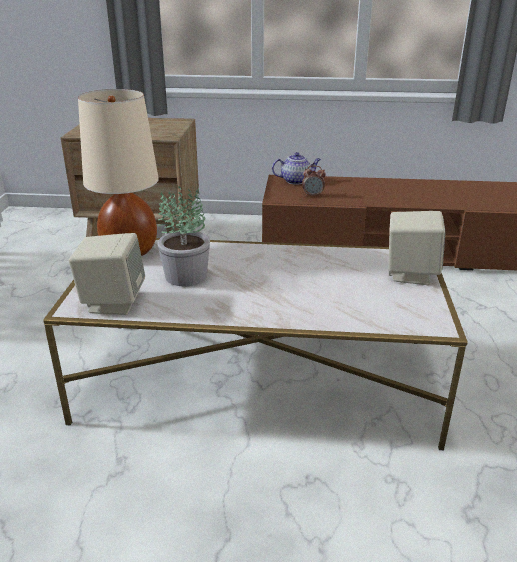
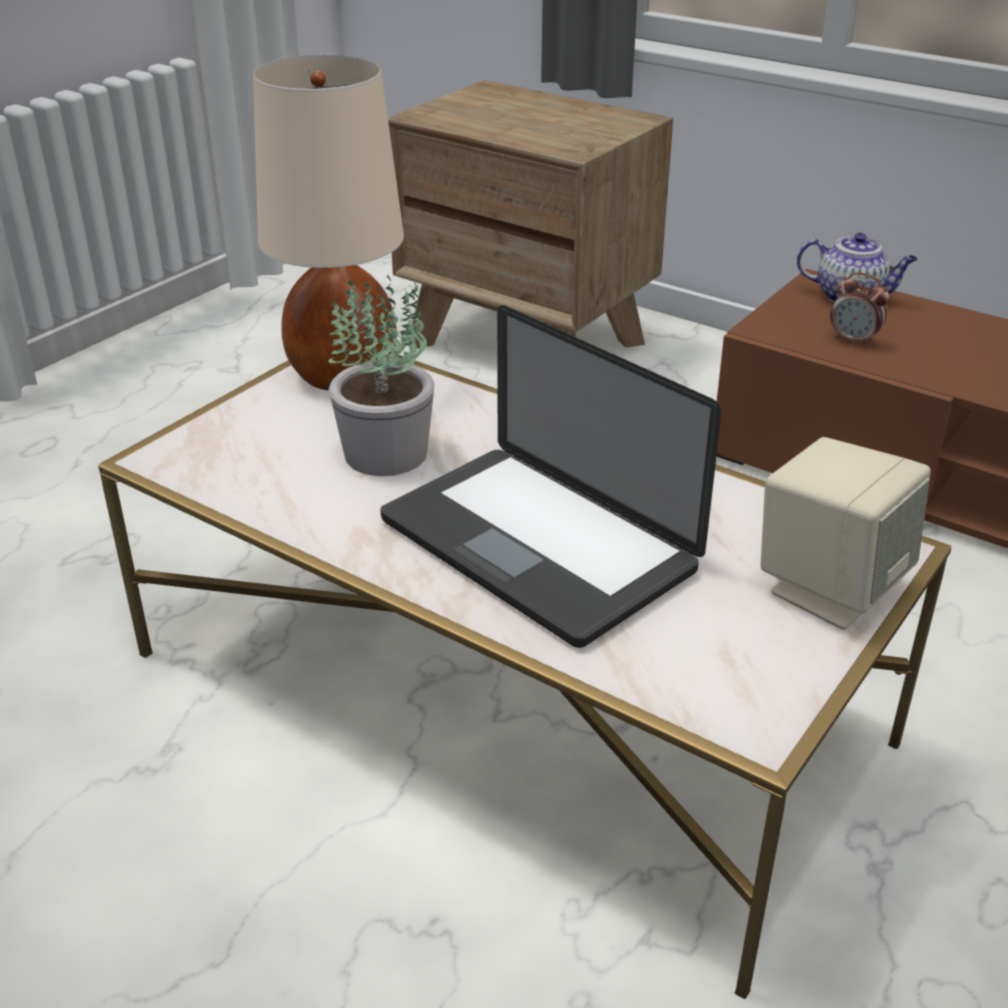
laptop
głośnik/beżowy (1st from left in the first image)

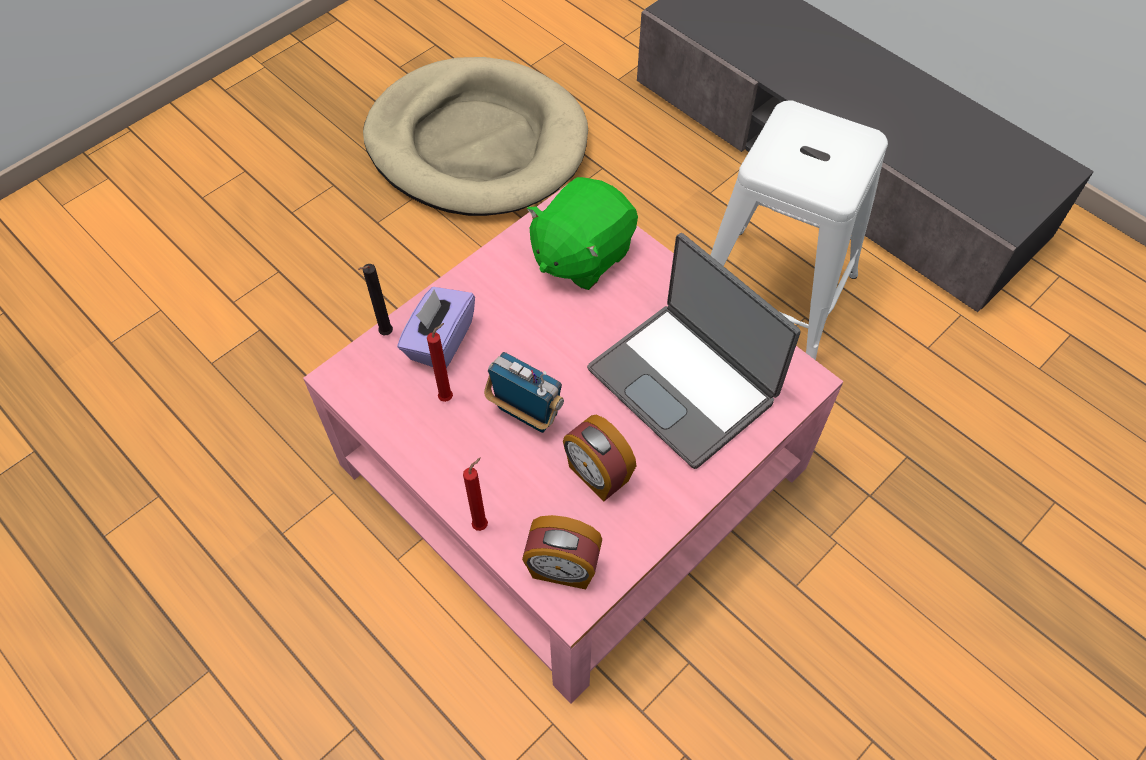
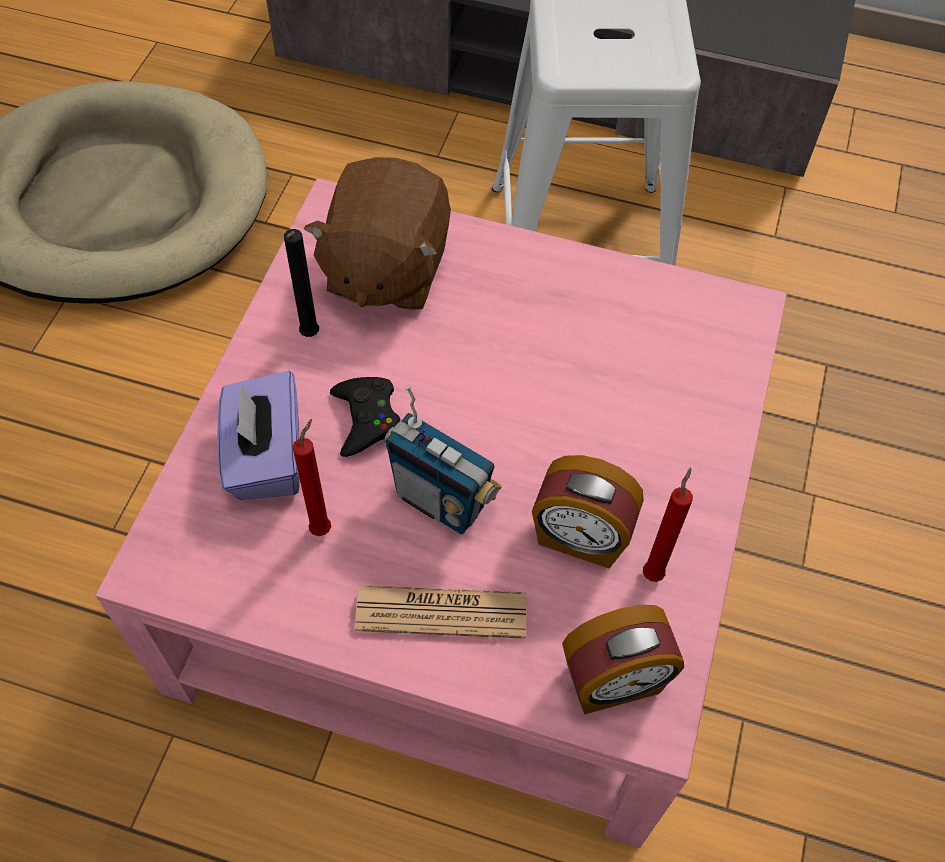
świeca/czarny
pluszak/brązowy
pad do gier/czarny
gazeta
radio
świeca/czerwony (2nd from left)
laptop

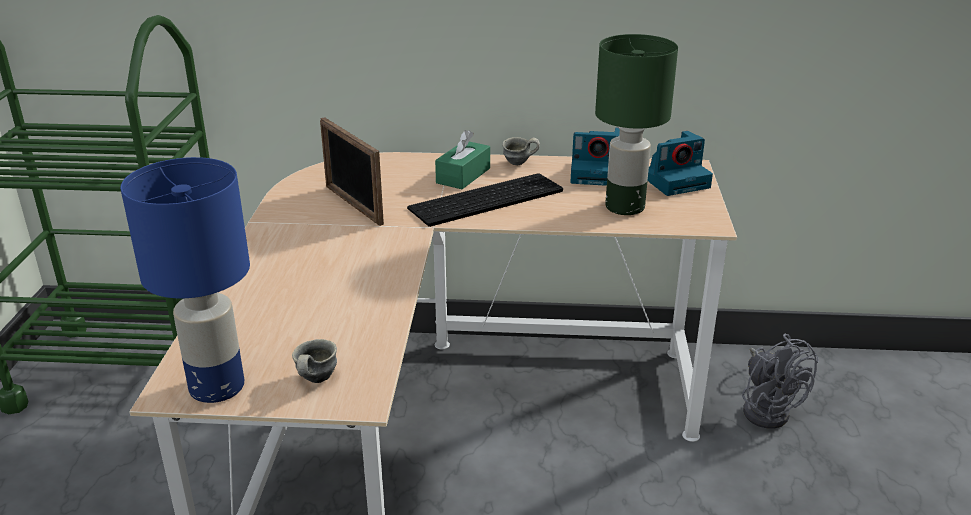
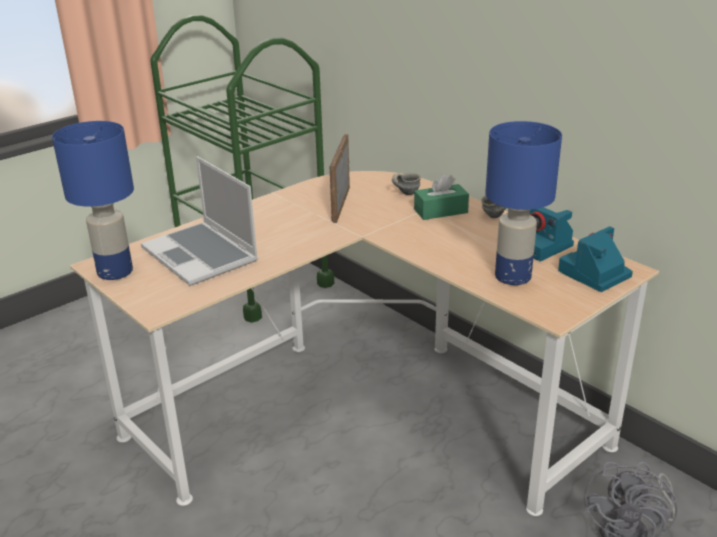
laptop
kubek/szary (1st from left)
lampa stołowa/niebieski (2nd from left)
aparat fotograficzny (2nd from left)
klawiatura

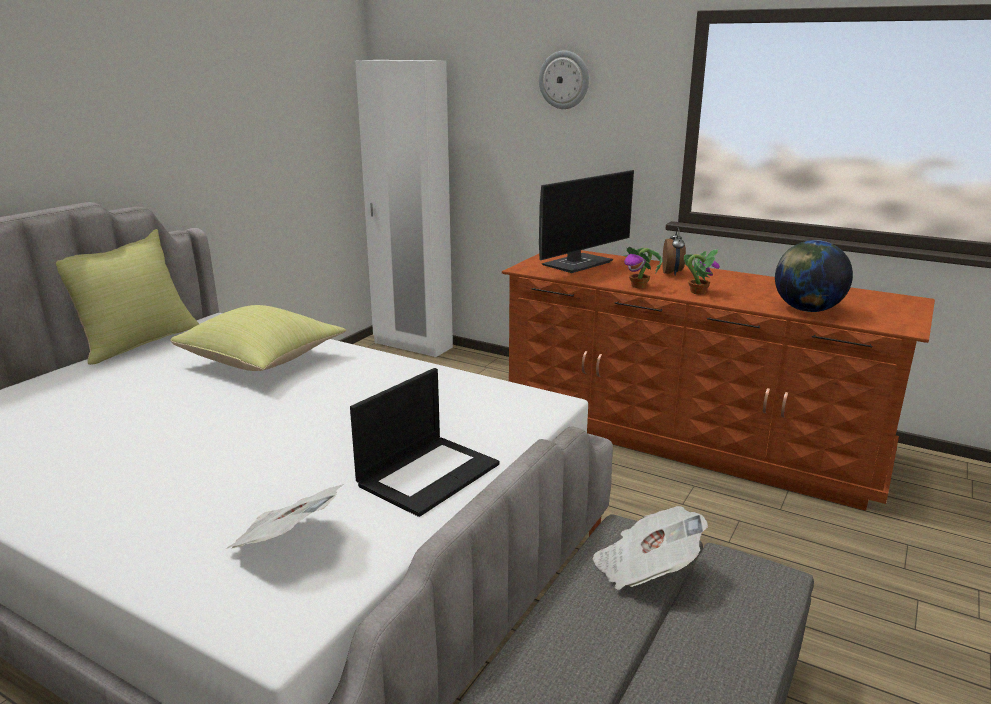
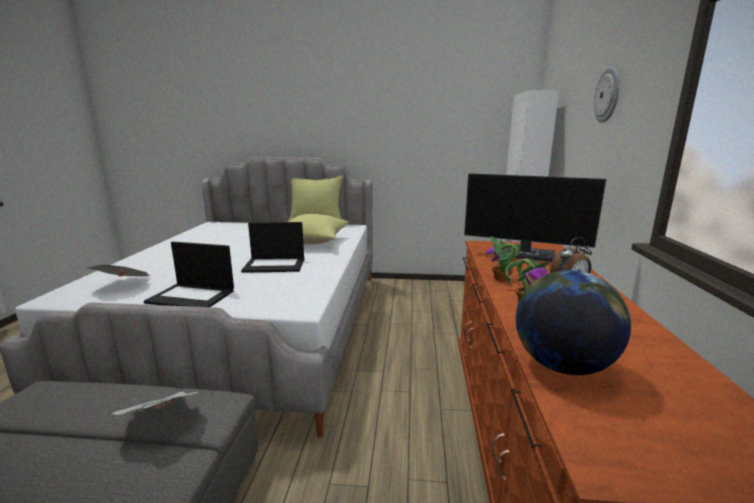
laptop (2nd from left)

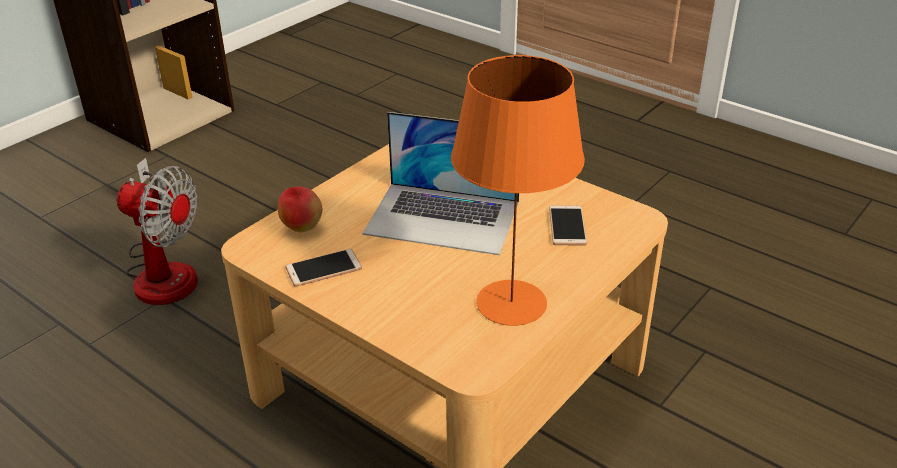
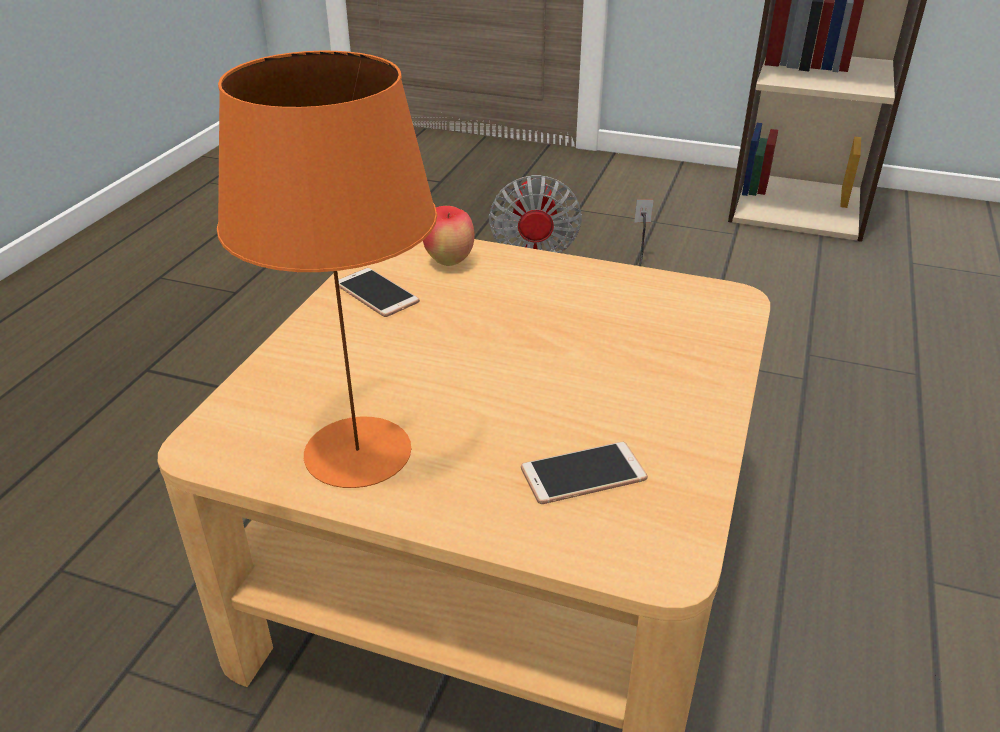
laptop

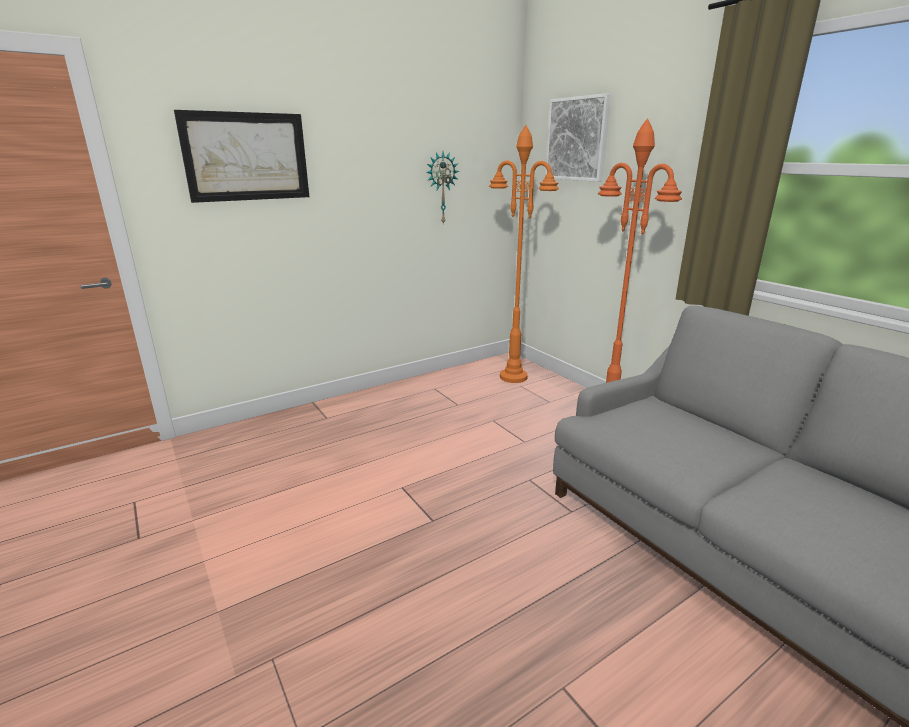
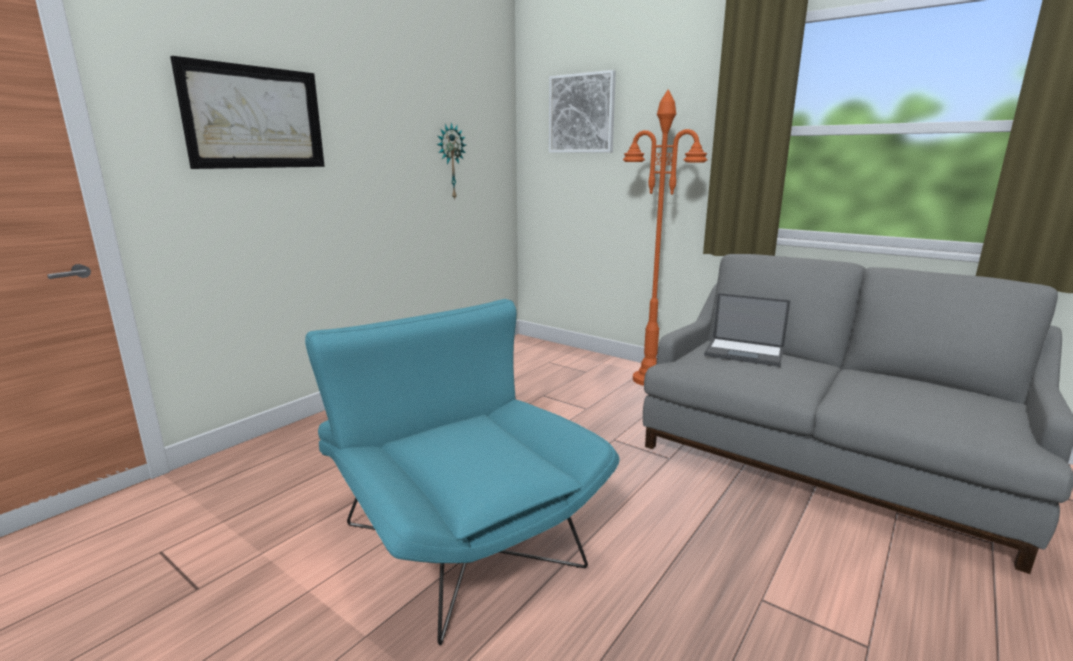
fotel/turkusowy
laptop
lampa stojąca/pomarańczowy (1st from left in the first image)

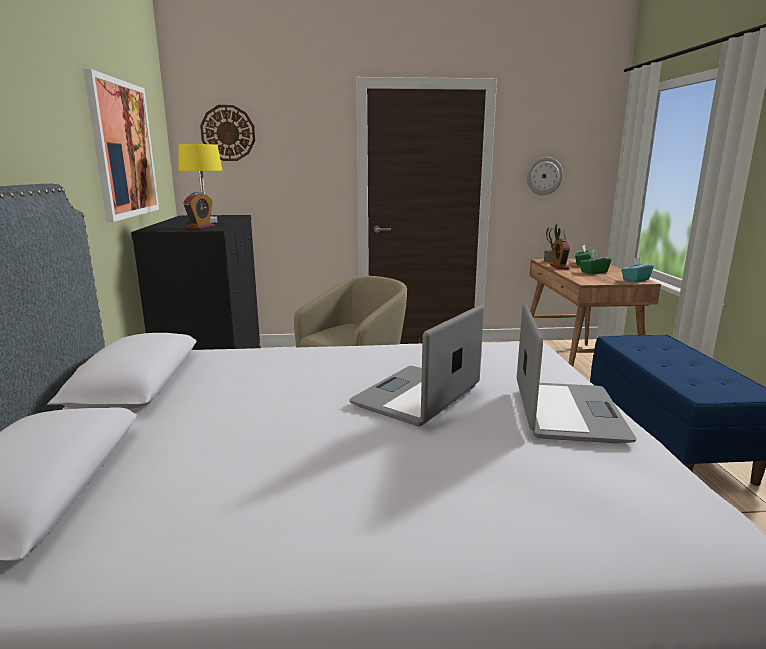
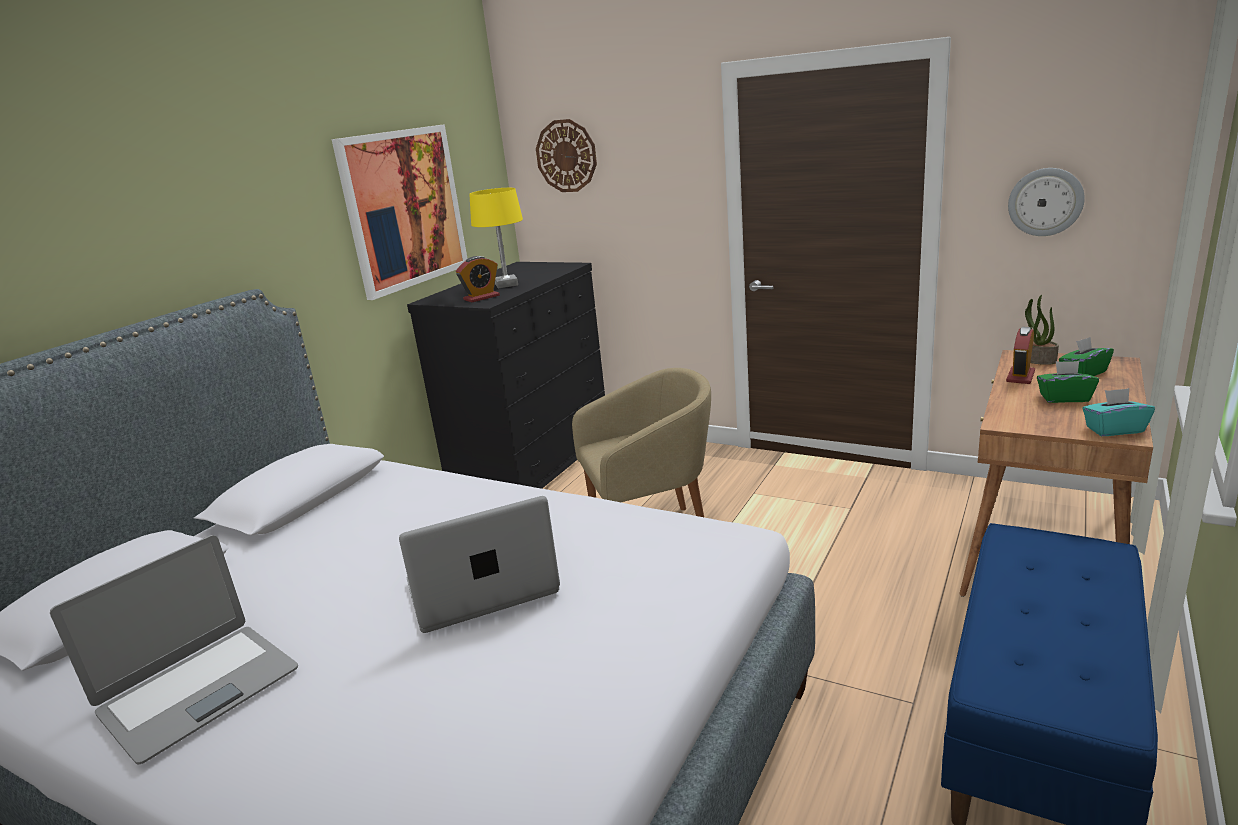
laptop (1st from left)

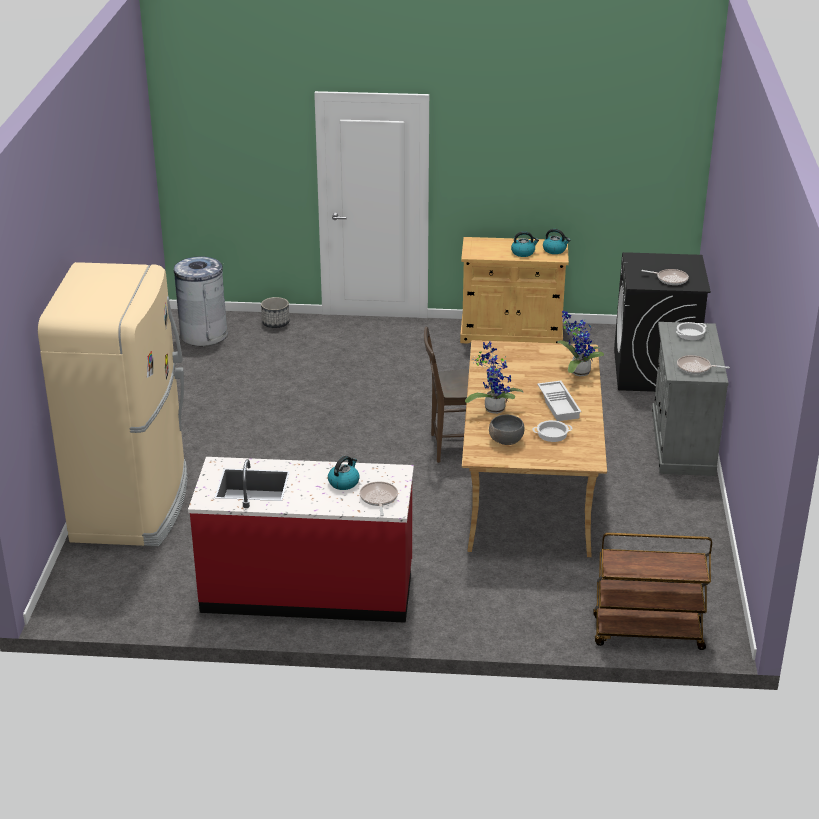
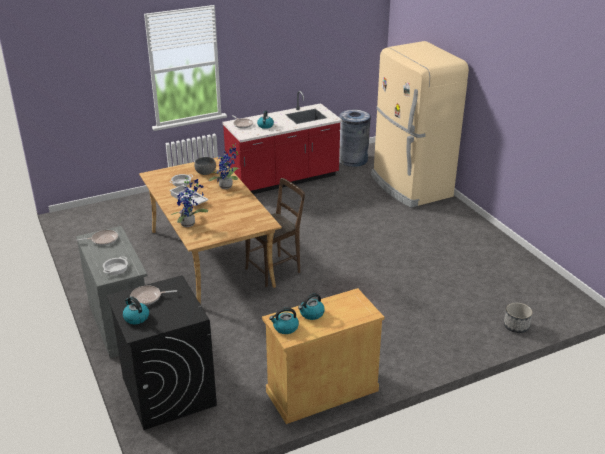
czajnik (1st from left)
kosz na śmieci/szary
wózek/brązowy

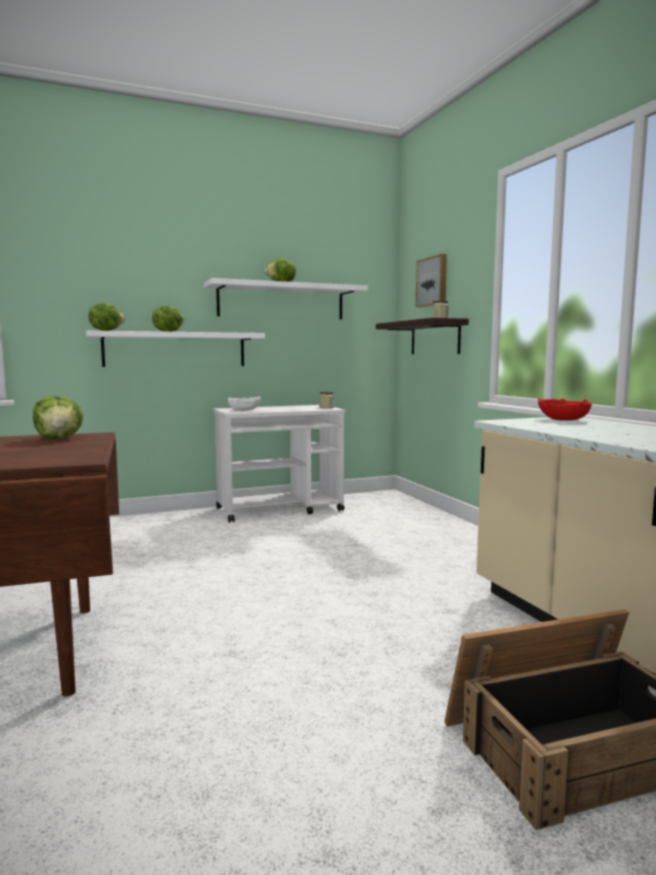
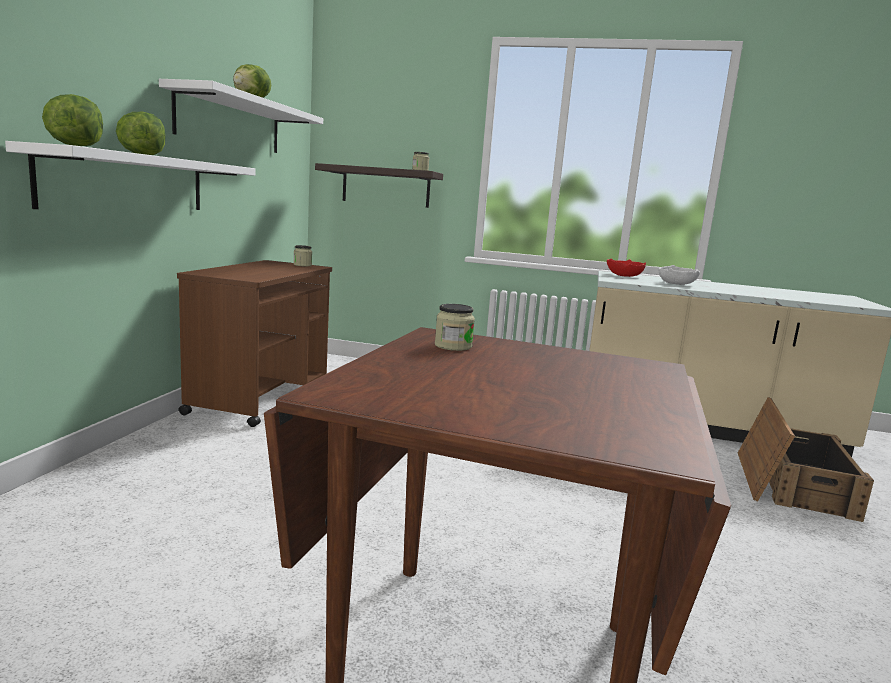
wózek/brązowy
słoik (3rd from left)
miska/biały
obraz

